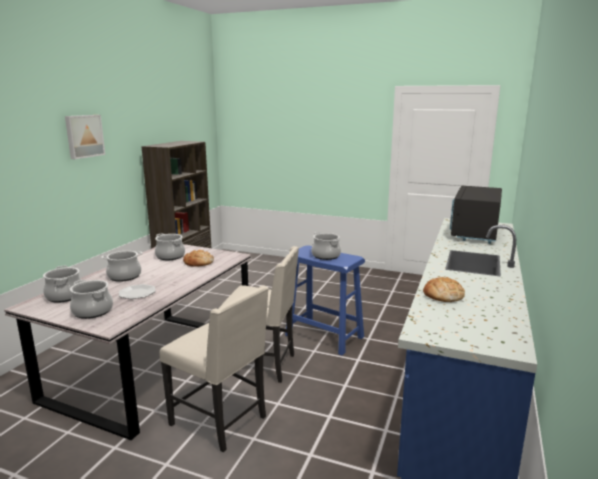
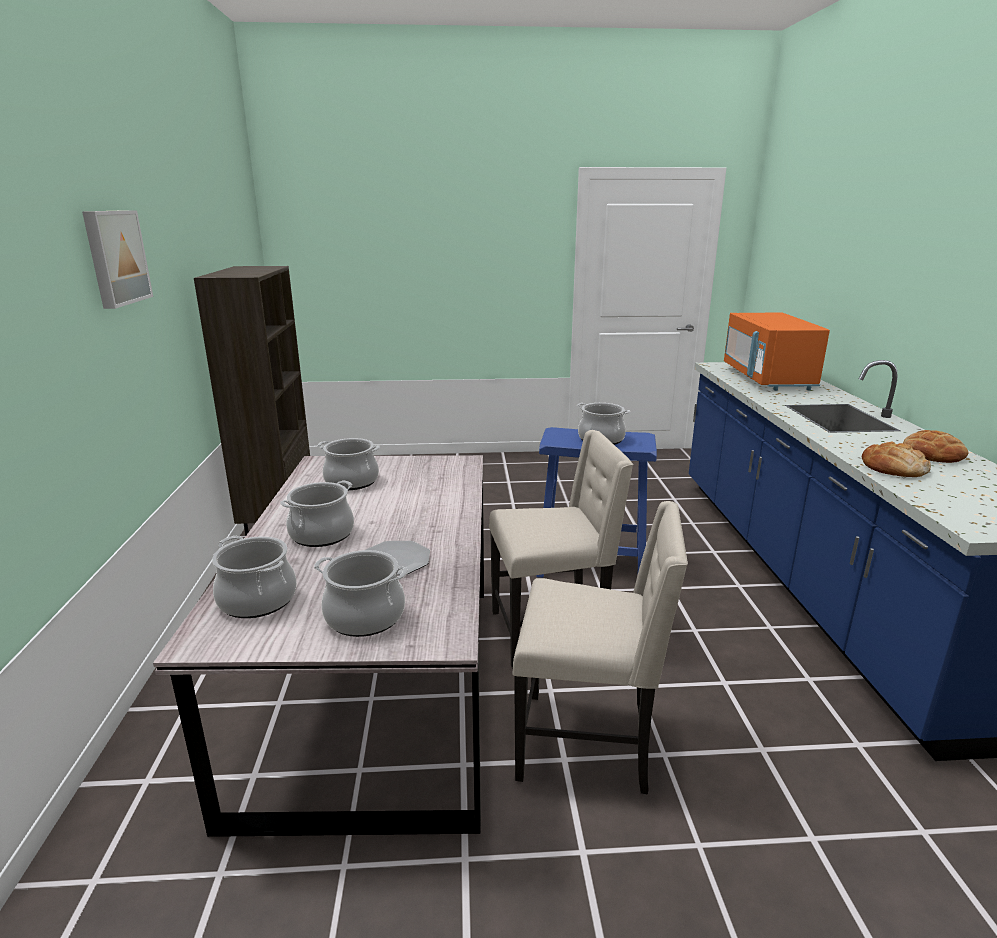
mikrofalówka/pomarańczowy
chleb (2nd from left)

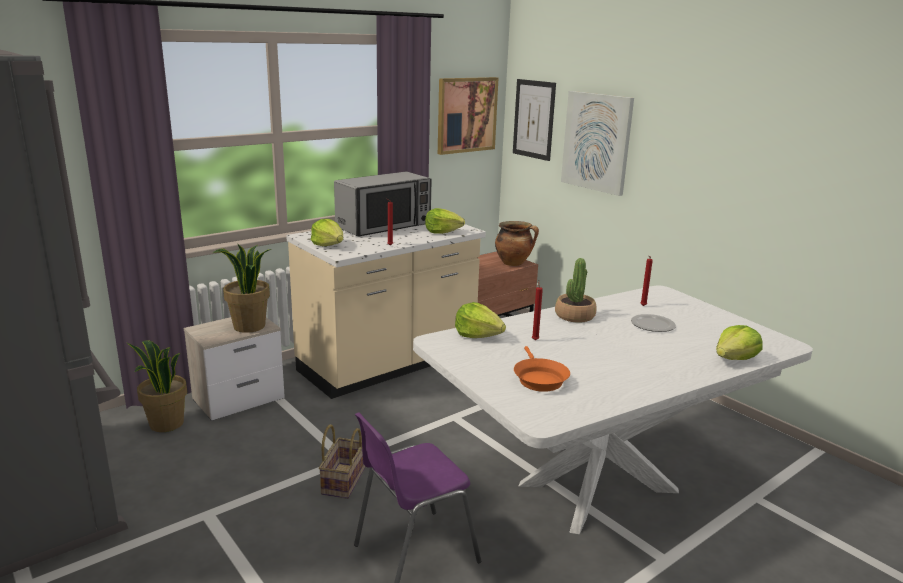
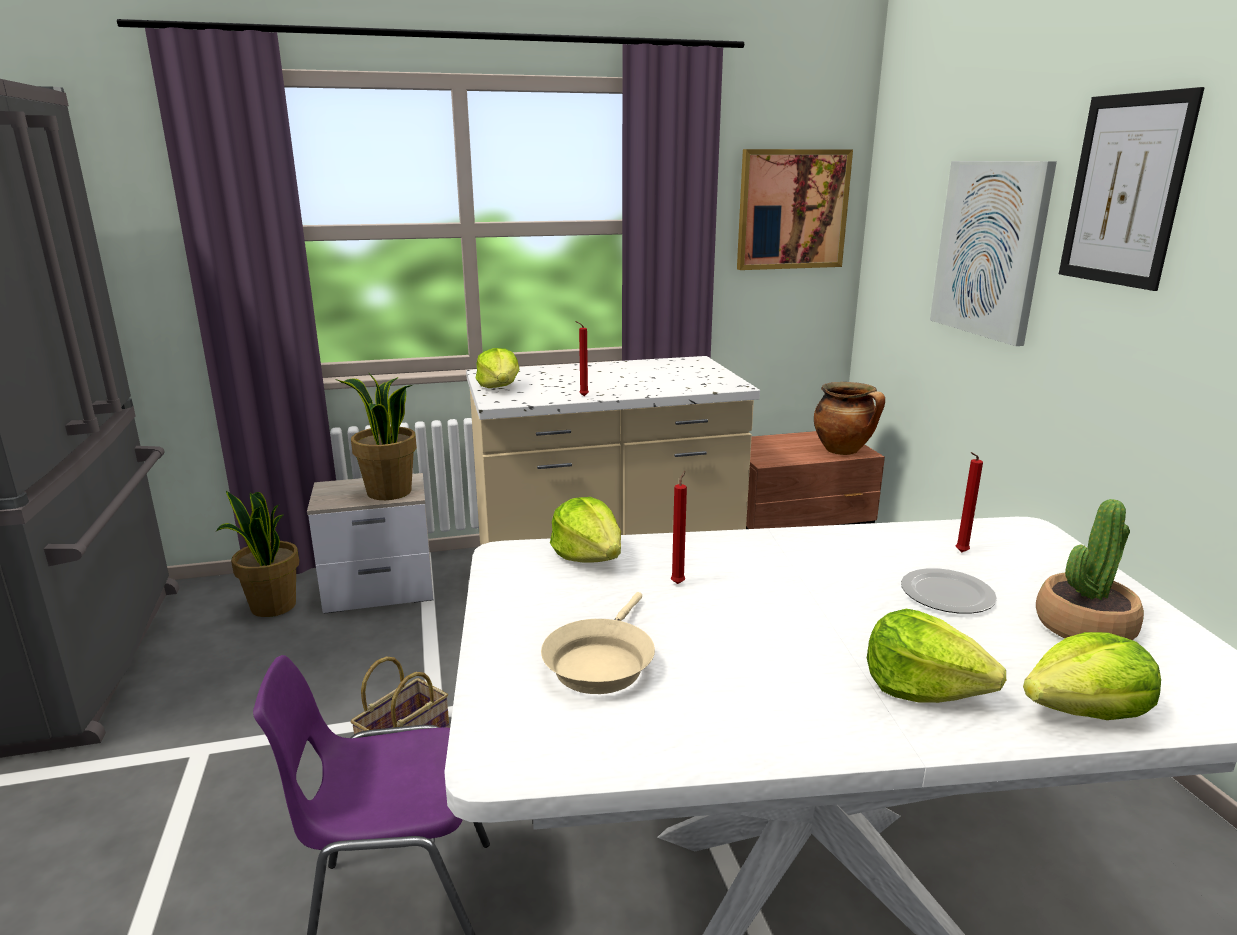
patelnia/beżowy
sałata (3rd from left)
roślina doniczkowa (3rd from left)
obraz (3rd from left)
mikrofalówka

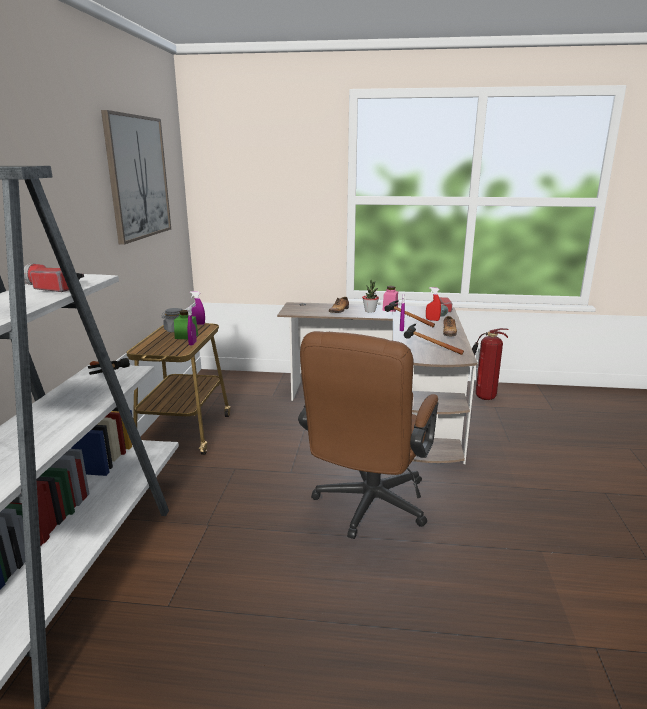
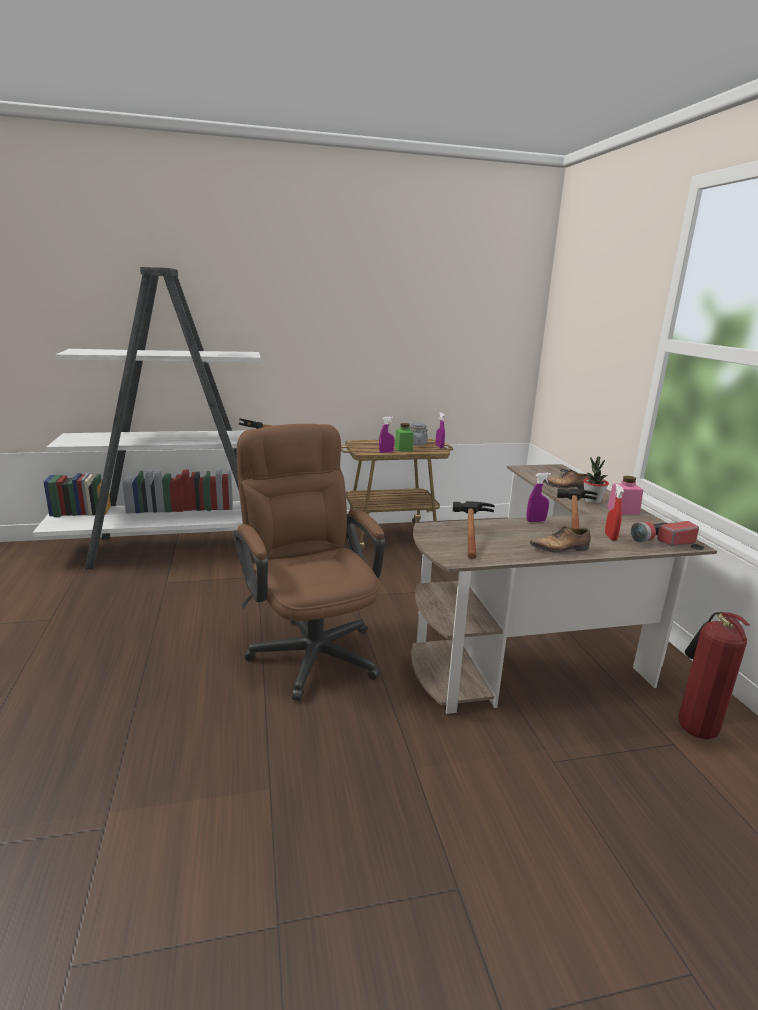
krzesło biurowe/brązowy
latarka (1st from left in the first image)
obraz

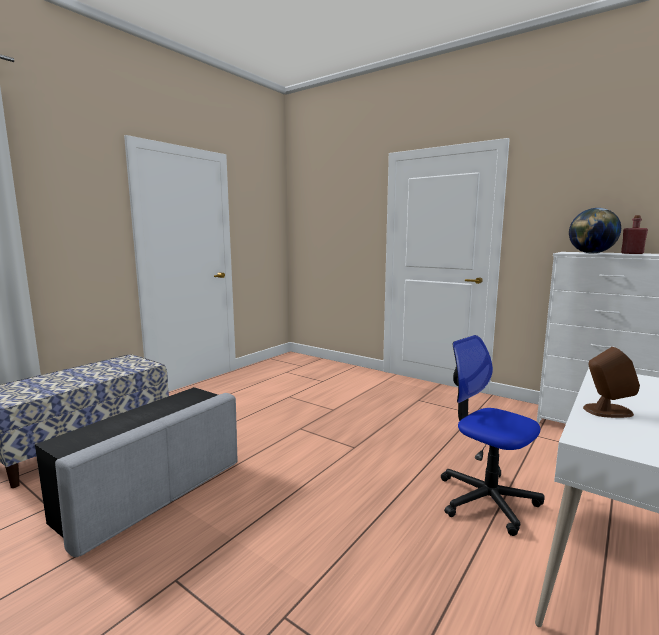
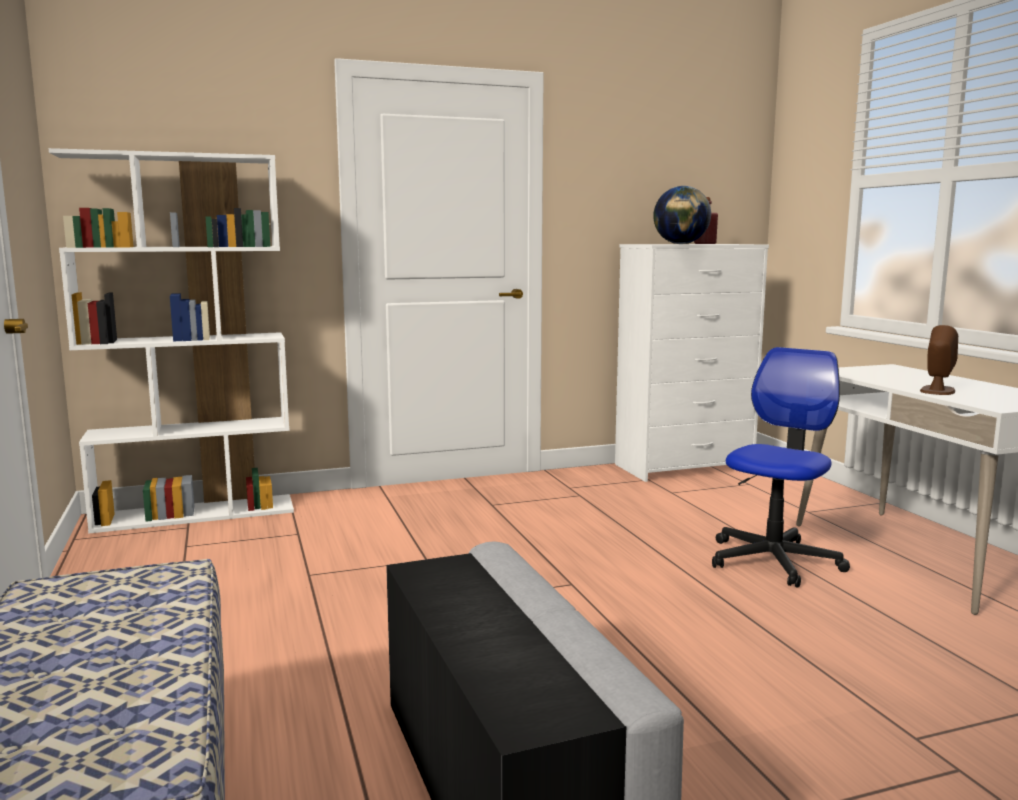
regał/biały
krzesło biurowe

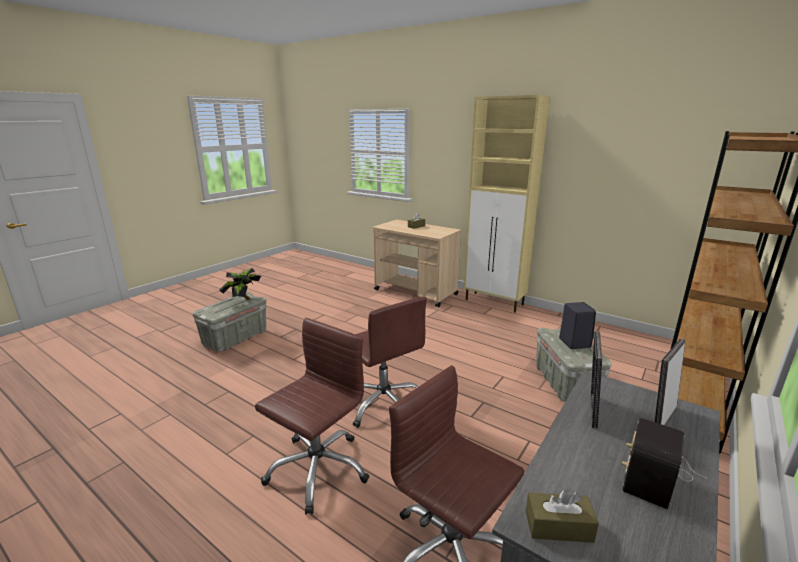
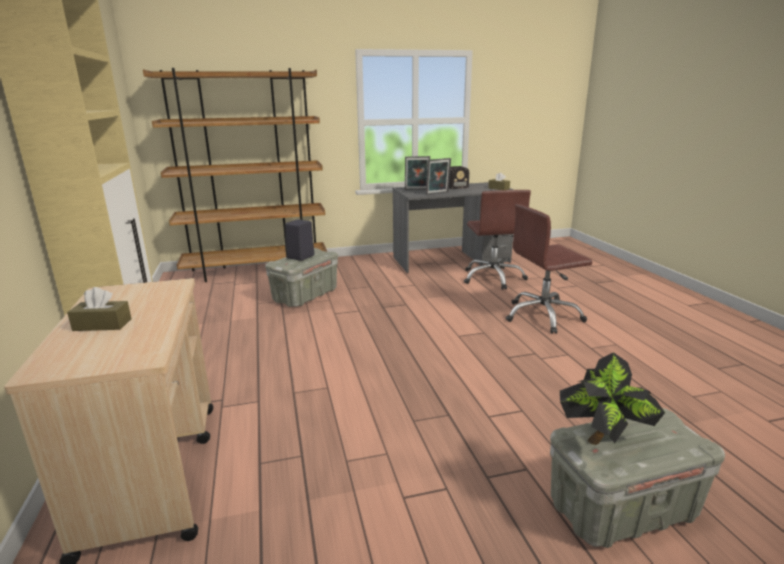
krzesło biurowe/brązowy (2nd from left in the first image)

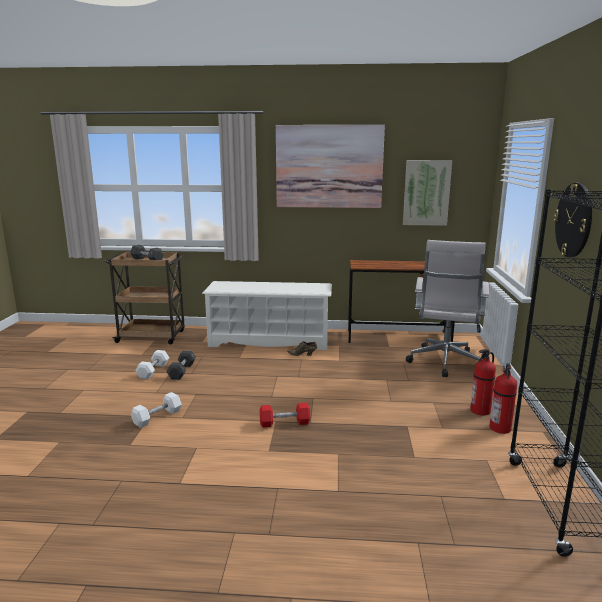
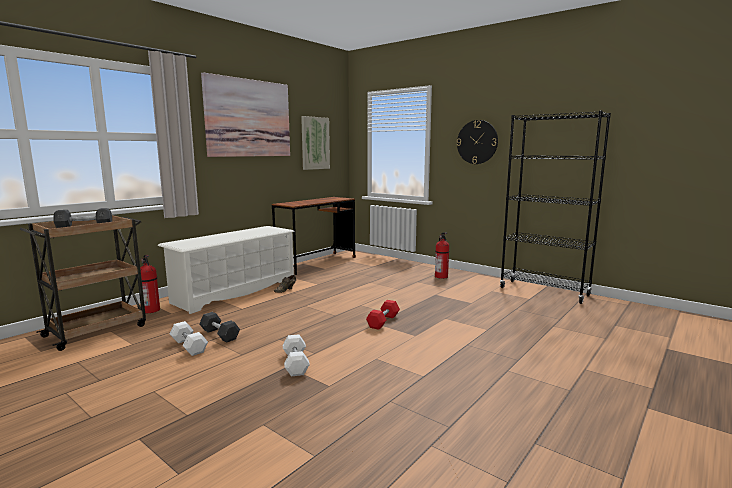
gaśnica (1st from left)
krzesło biurowe/biały

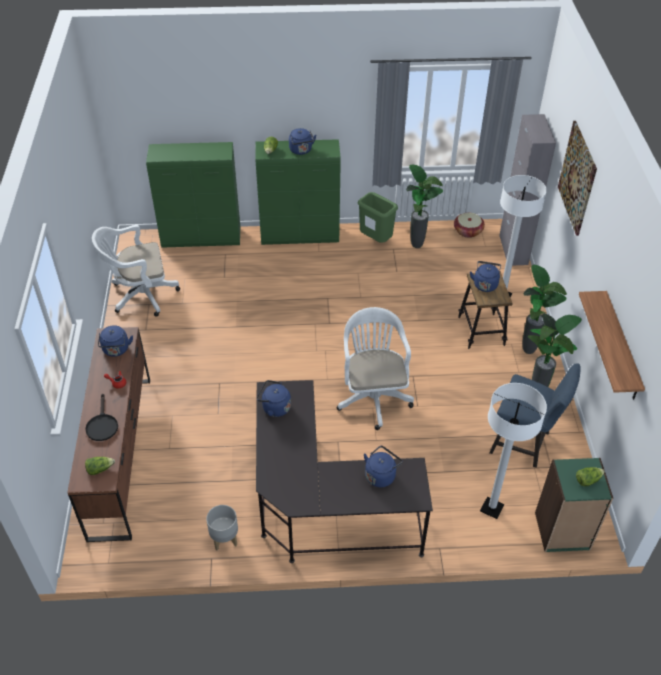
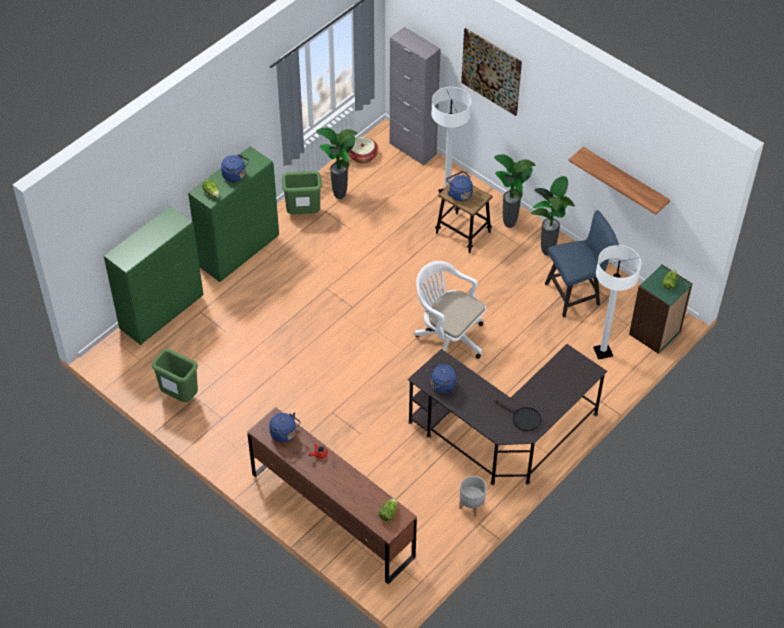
kosz na śmieci/zielony (1st from left)
patelnia/czarny
czajnik/niebieski (4th from left in the first image)

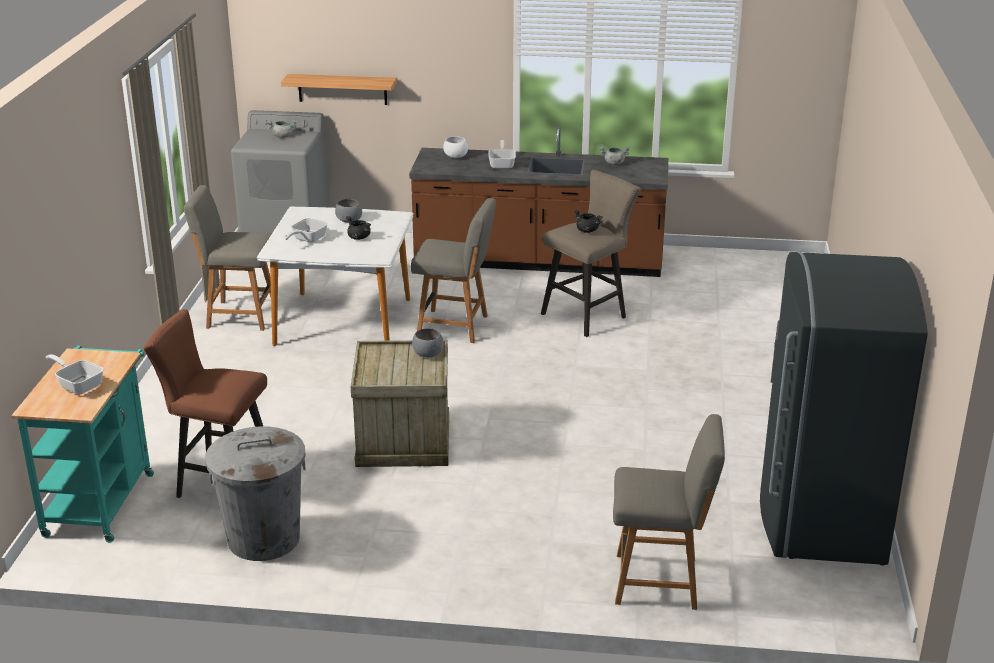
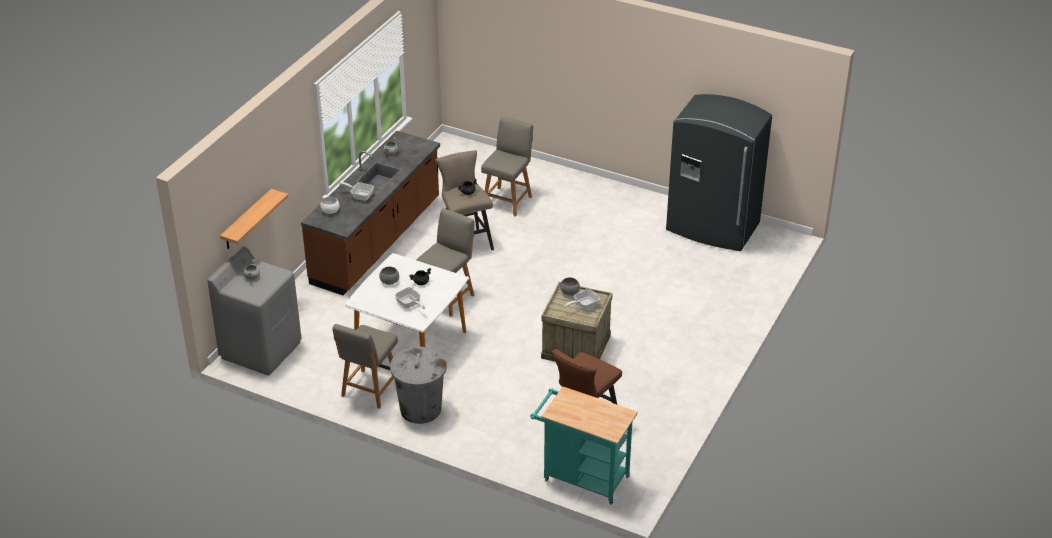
kosz na śmieci/szary
krzesło/szary (3rd from left)
patelnia (3rd from left)

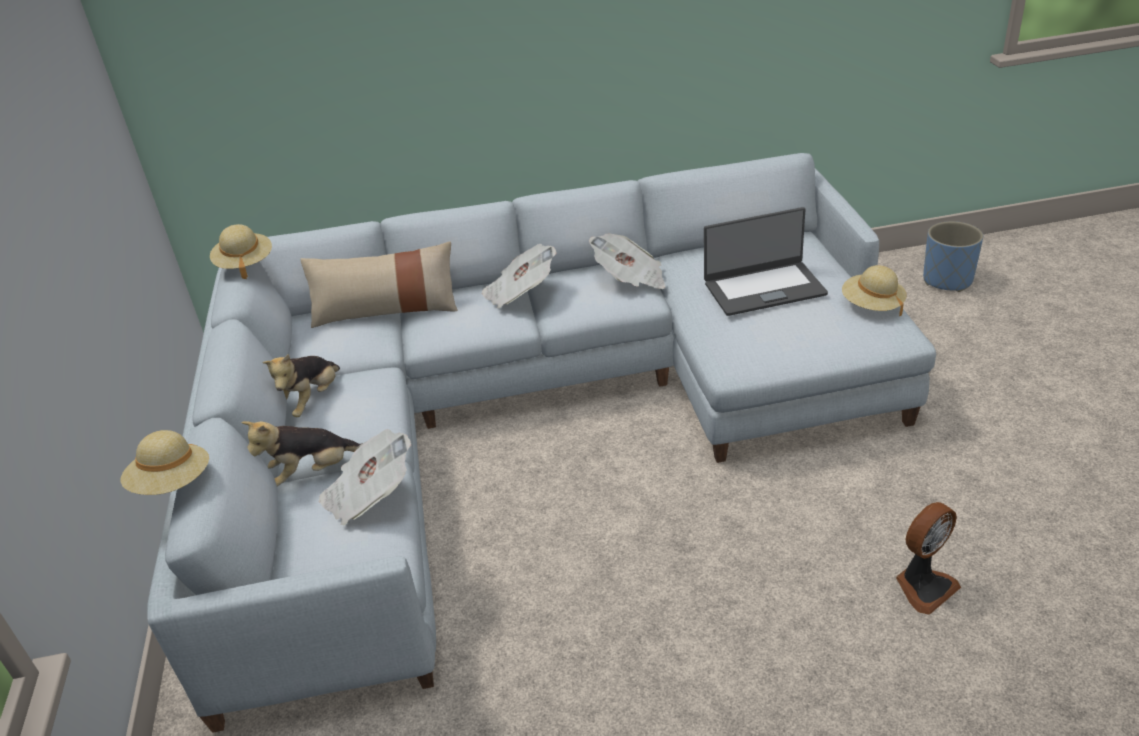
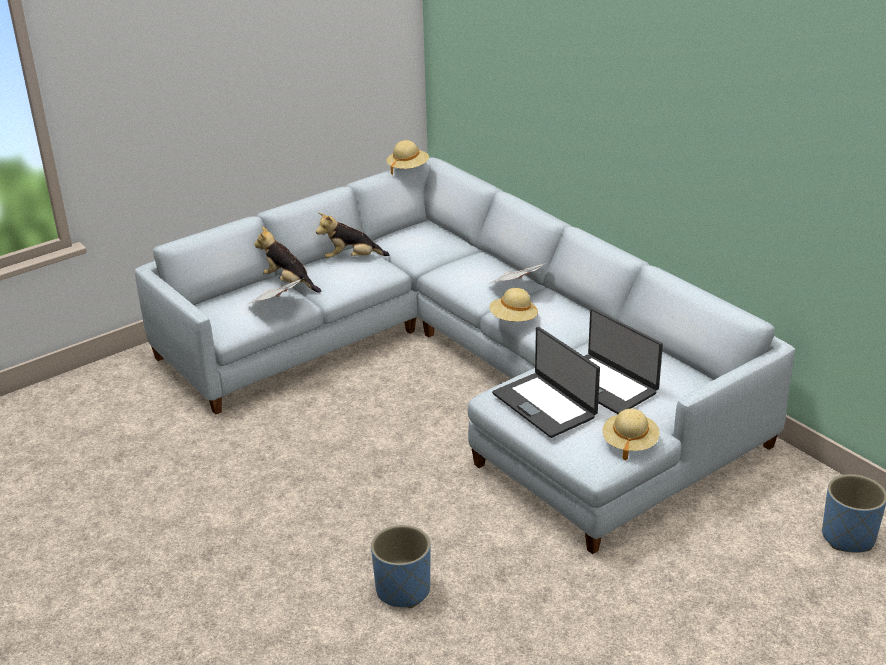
donica/niebieski (1st from left)
kapelusz/beżowy (2nd from left)
laptop (1st from left)
poduszka/beżowy
gazeta (3rd from left in the first image)

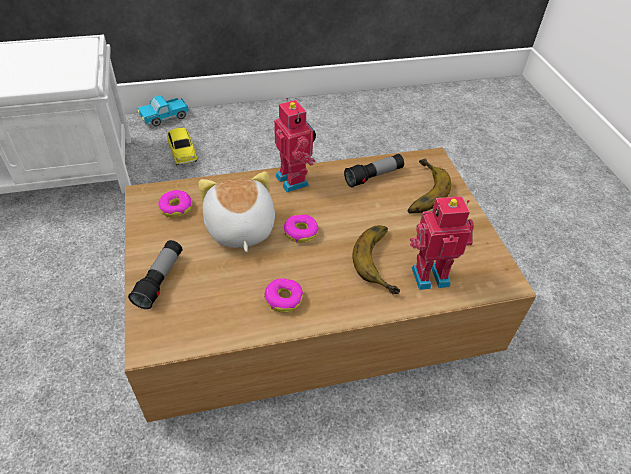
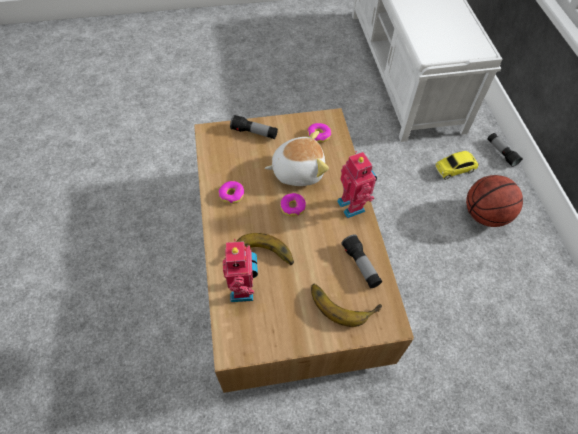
robot zabawkowy (2nd from left)
piłka do koszykówki
latarka (3rd from left)

